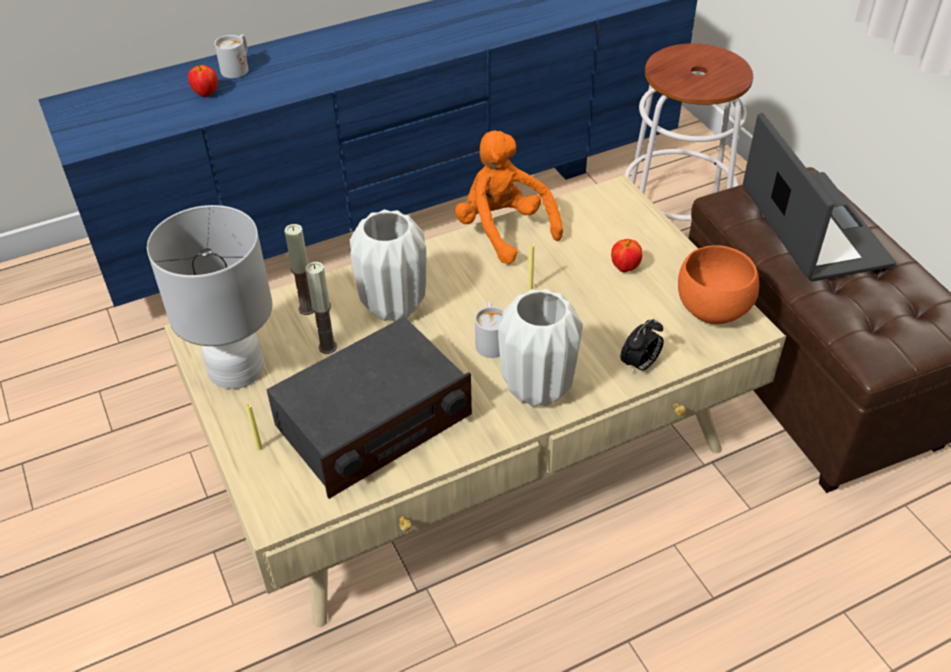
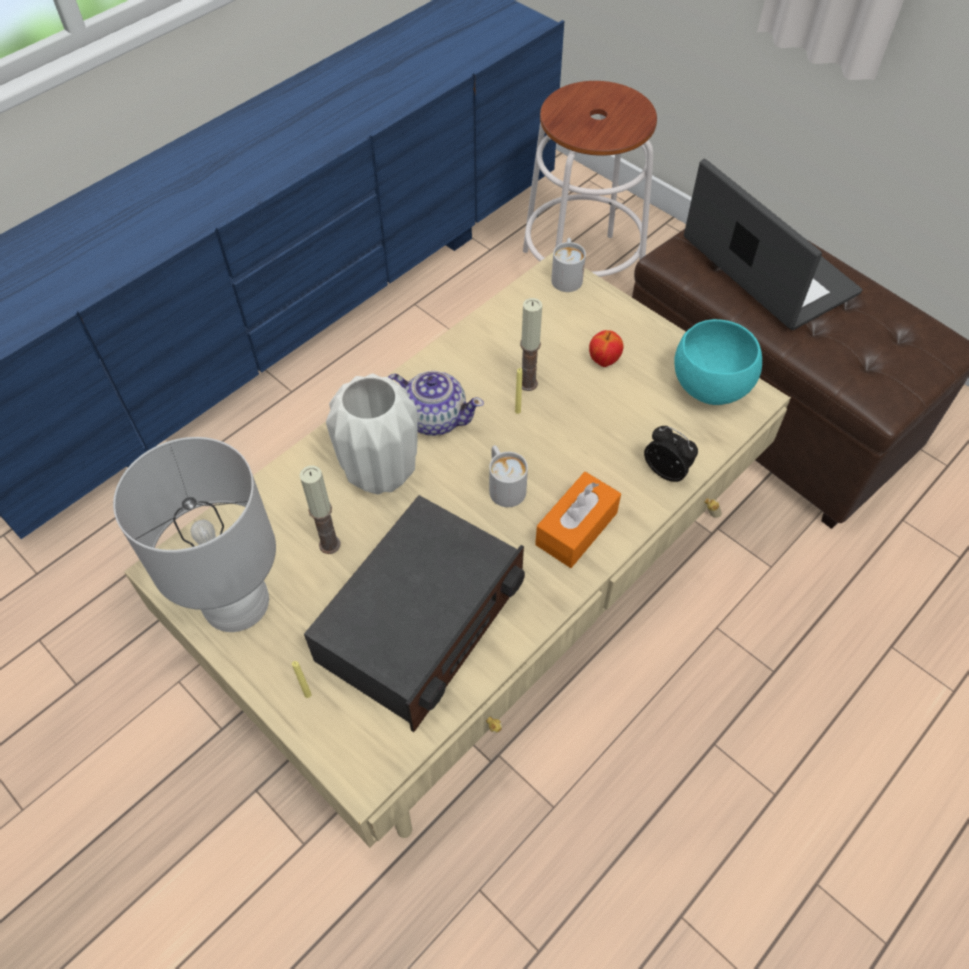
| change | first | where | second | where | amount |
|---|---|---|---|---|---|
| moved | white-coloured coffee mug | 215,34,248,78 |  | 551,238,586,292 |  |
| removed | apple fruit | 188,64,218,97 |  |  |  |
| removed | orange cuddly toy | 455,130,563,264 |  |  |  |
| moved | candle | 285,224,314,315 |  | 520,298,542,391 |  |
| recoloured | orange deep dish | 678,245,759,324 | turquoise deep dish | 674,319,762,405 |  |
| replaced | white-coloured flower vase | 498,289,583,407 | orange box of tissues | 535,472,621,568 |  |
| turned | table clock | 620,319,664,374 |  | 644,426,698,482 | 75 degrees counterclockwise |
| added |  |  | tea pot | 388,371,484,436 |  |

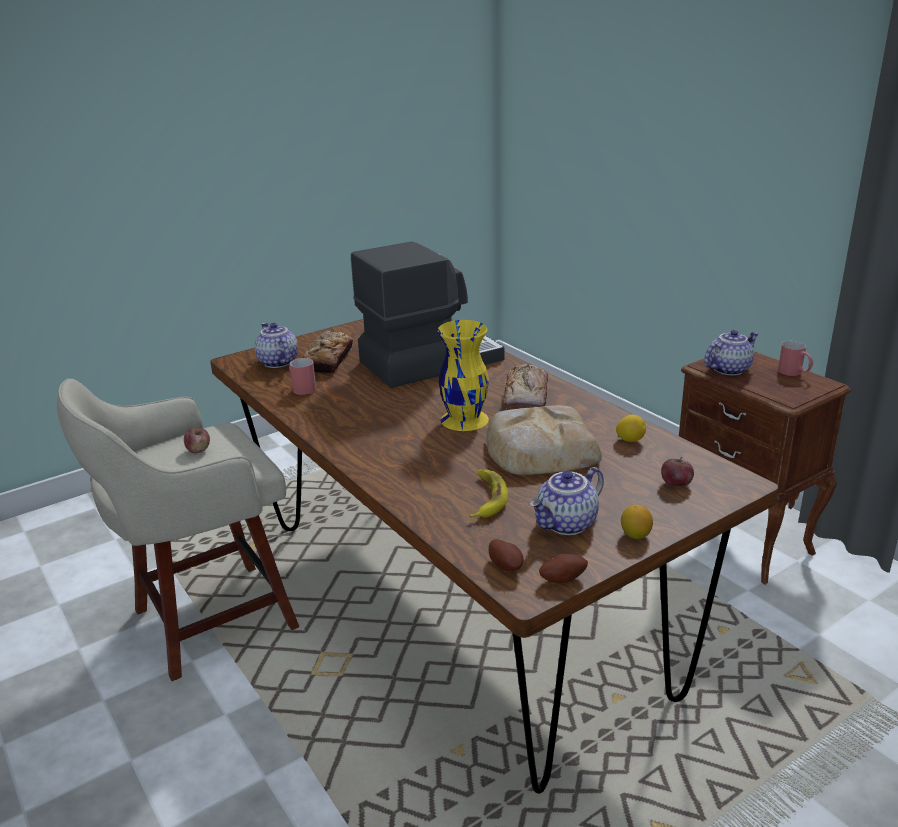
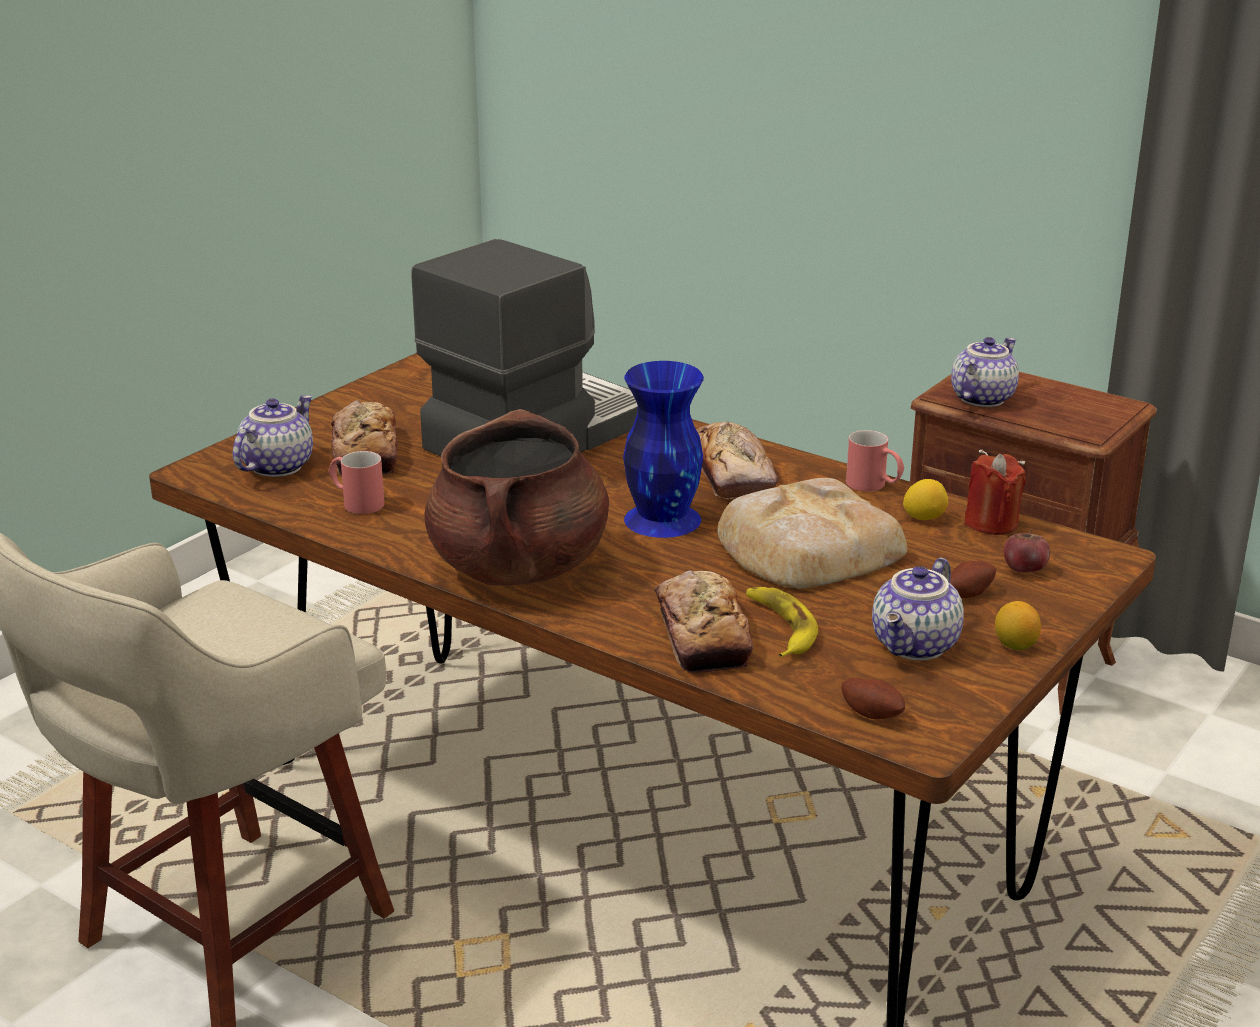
| change | first | where | second | where | amount |
|---|---|---|---|---|---|
| recoloured | yellow flower vase | 437,320,489,431 | blue flower vase | 623,361,704,538 |  |
| turned | tea pot | 254,323,298,368 |  | 232,395,313,477 | 75 degrees clockwise |
| moved | reddish coffee mug | 778,341,813,376 |  | 846,430,904,492 |  |
| removed | apple fruit | 184,427,210,453 |  |  |  |
| moved | potato | 539,554,588,583 |  | 950,561,996,598 |  |
| added |  |  | brown stockpot | 424,409,609,585 |  |
| added |  |  | reddish candle | 964,454,1026,535 |  |
| added |  |  | bakery bread | 654,570,754,673 |  |

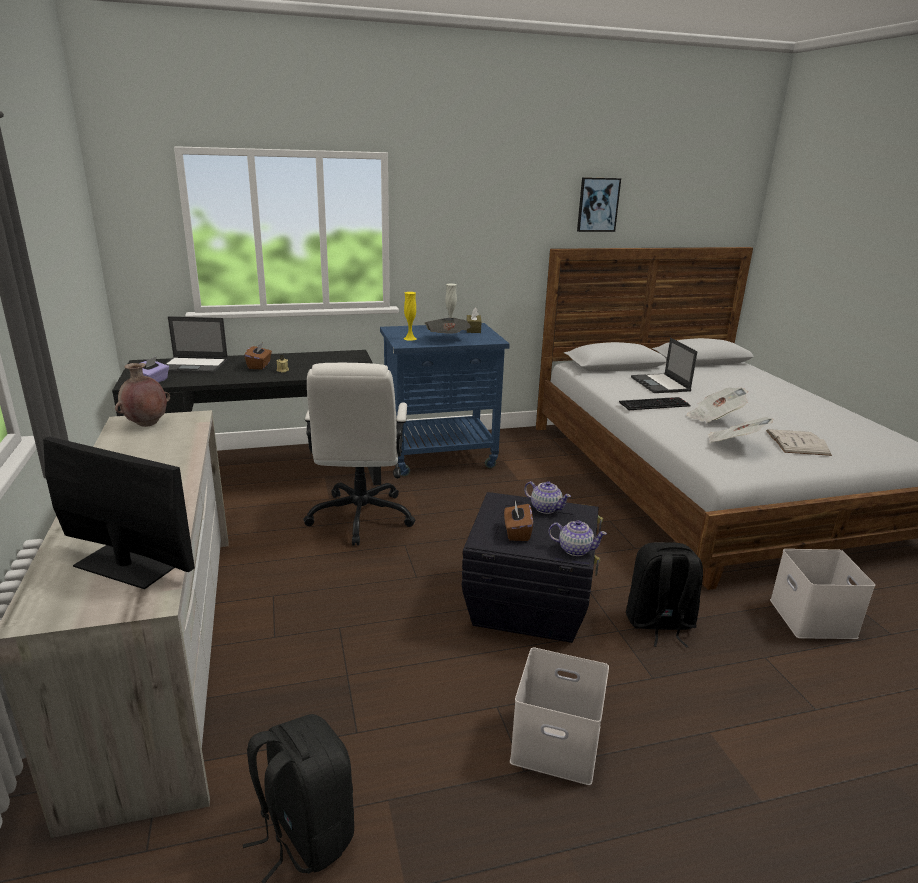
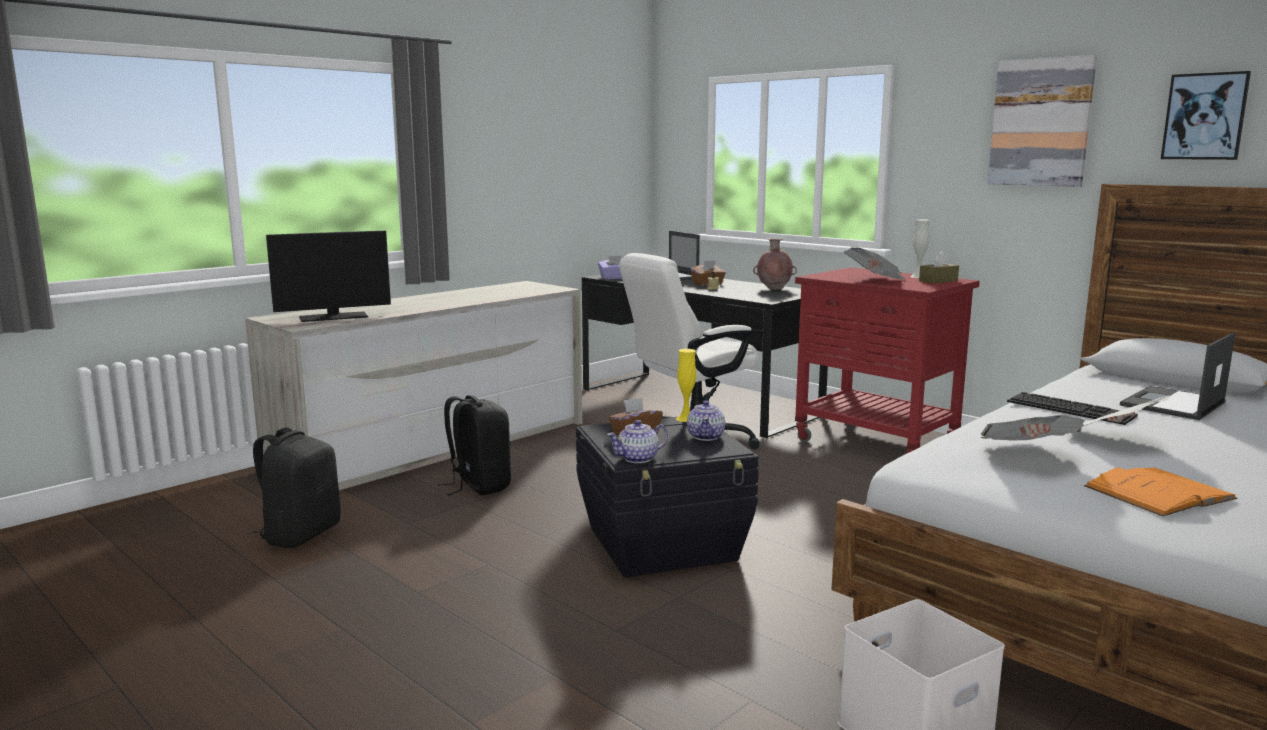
| change | first | where | second | where | amount |
|---|---|---|---|---|---|
| moved | yellow flower vase | 404,292,416,341 |  | 676,349,696,422 |  |
| recoloured | blue trolley | 380,323,510,476 | reddish trolley | 795,267,980,457 |  |
| moved | brown flower vase | 115,363,170,427 |  | 753,238,797,290 |  |
| recoloured | white-coloured book | 766,429,832,456 | orange book | 1084,468,1237,516 |  |
| turned | monitor | 43,436,195,589 |  | 266,231,391,322 | 75 degrees clockwise |
| turned | tea pot | 548,520,607,556 |  | 607,420,668,463 | 75 degrees clockwise |
| moved | black-coloured knapsack | 626,542,703,648 |  | 438,395,511,495 |  |
| removed | white-coloured storage bin | 510,647,609,785 |  |  |  |
| added |  |  | wall picture | 987,55,1097,187 |  |

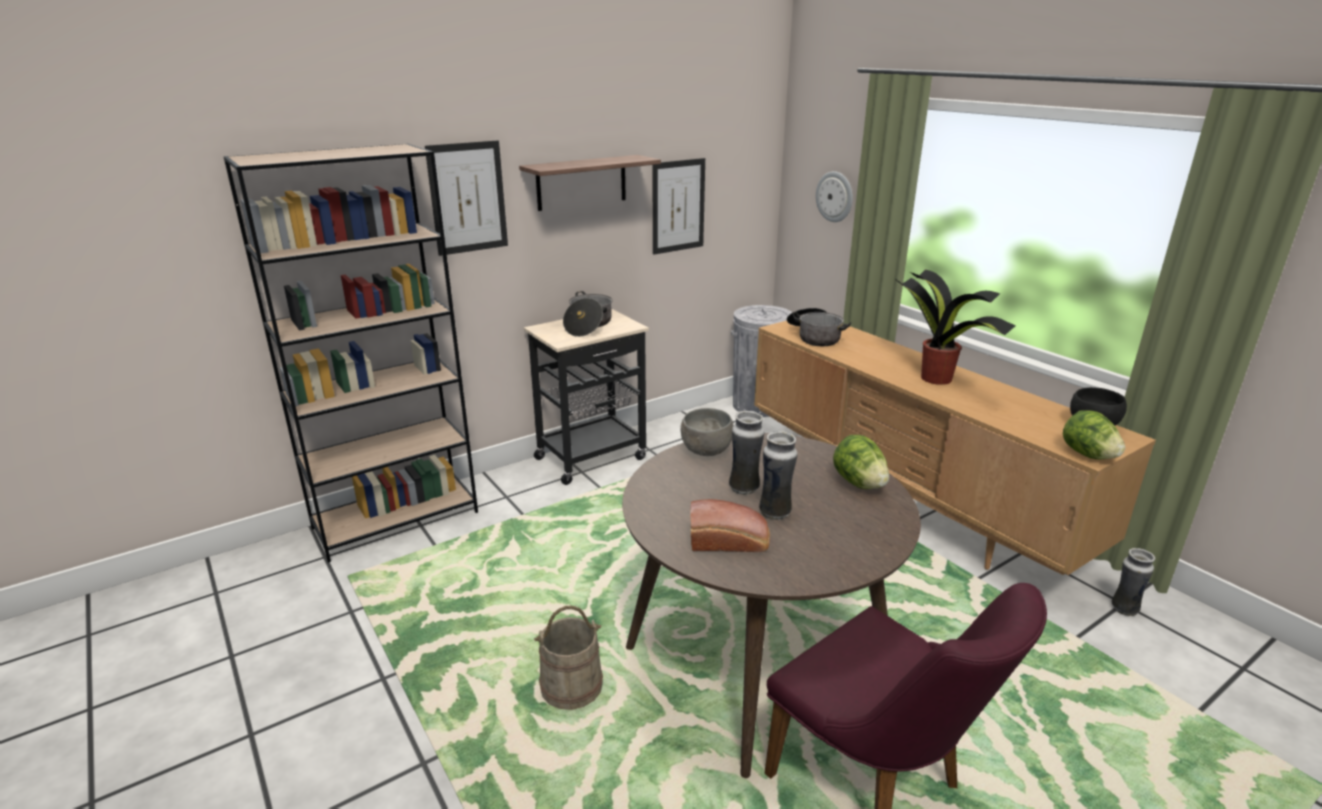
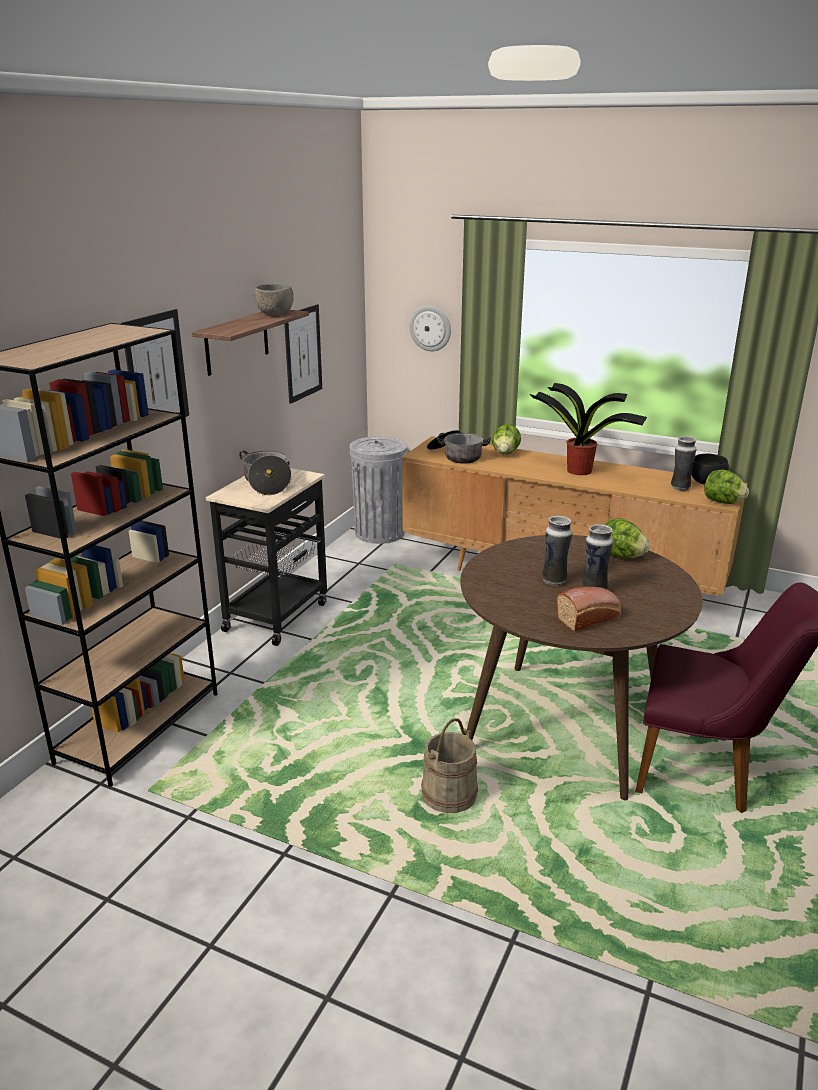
| change | first | where | second | where | amount |
|---|---|---|---|---|---|
| moved | gray deep dish | 681,408,734,456 |  | 254,284,294,316 |  |
| moved | flower vase | 1111,548,1155,616 |  | 671,436,696,491 |  |
| added |  |  | head of lettuce | 492,424,521,455 |  |

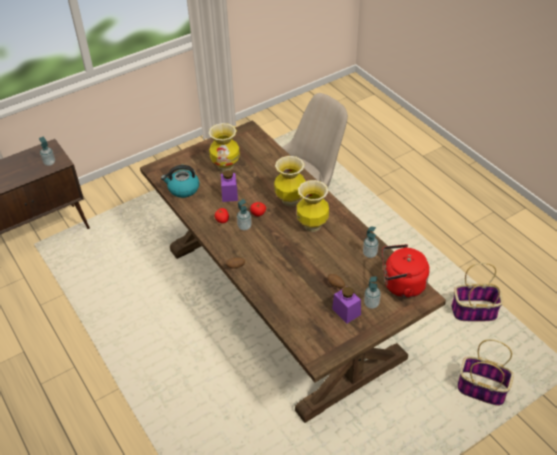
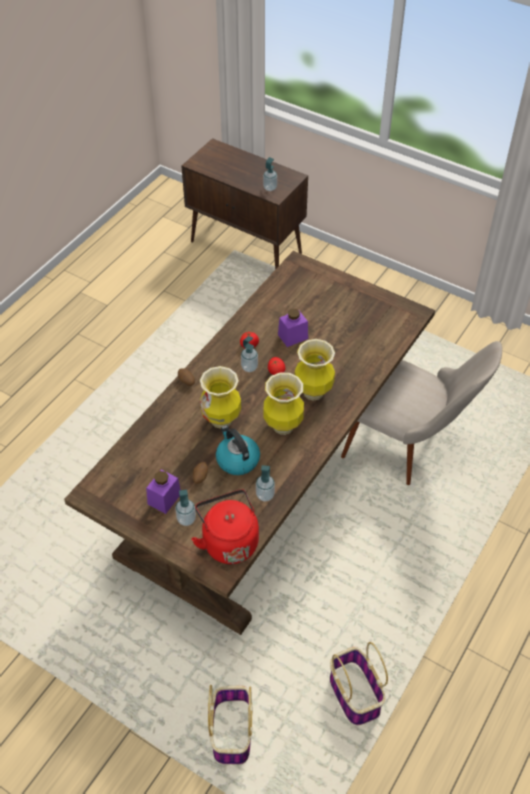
| change | first | where | second | where | amount |
|---|---|---|---|---|---|
| moved | flower vase | 209,123,240,172 |  | 200,366,241,429 |  |
| moved | tea kettle | 161,165,199,198 |  | 216,425,260,475 |  |

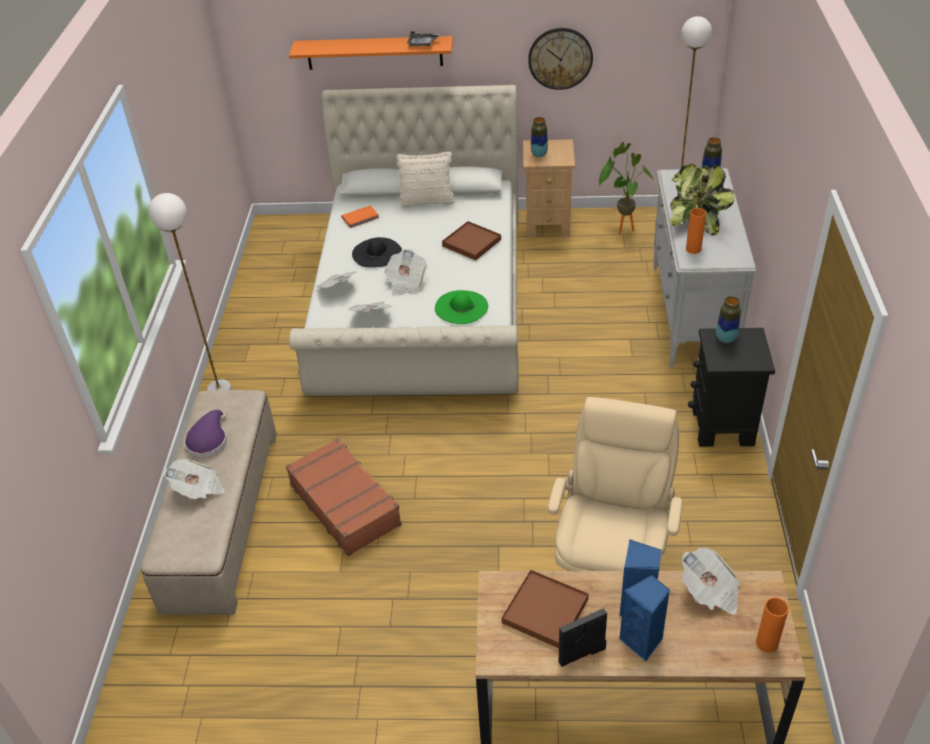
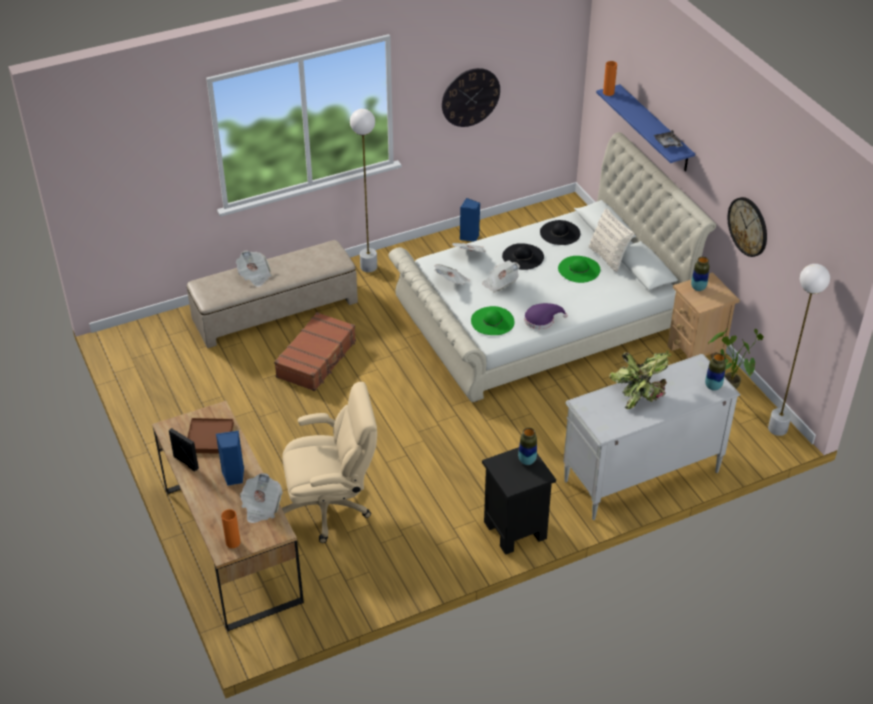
| change | first | where | second | where | amount |
|---|---|---|---|---|---|
| recoloured | orange bracket shelf | 289,36,453,70 | blue bracket shelf | 596,84,695,172 |  |
| replaced | orange book | 341,205,379,228 | black-coloured wearable hat | 540,220,580,245 |  |
| moved | orange flower vase | 686,208,706,254 |  | 603,61,617,96 |  |
| removed | brown carrying tray | 442,221,501,260 |  |  |  |
| moved | purple wearable hat | 185,410,227,458 |  | 524,303,568,329 |  |
| moved | blue loudspeaker | 619,575,670,661 |  | 460,198,480,242 |  |
| added |  |  | clock on the wall | 442,68,500,127 |  |
| added |  |  | green-coloured wearable hat | 558,256,600,283 |  |

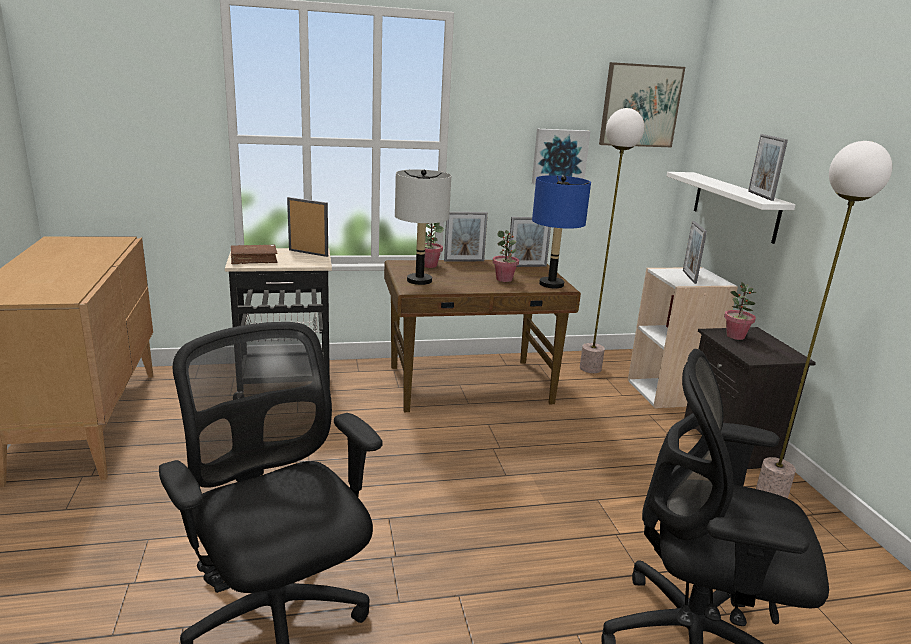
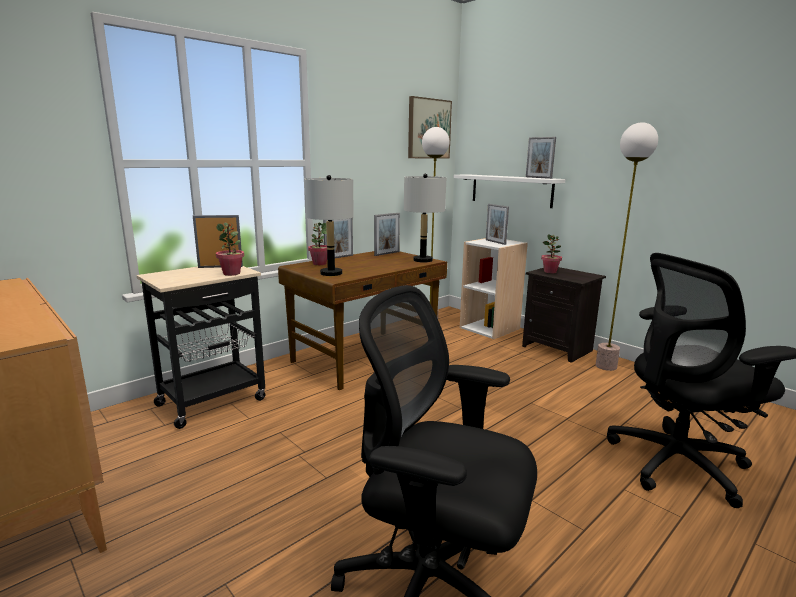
| change | first | where | second | where | amount |
|---|---|---|---|---|---|
| removed | wall picture | 532,129,591,185 |  |  |  |
| recoloured | blue table lamp | 532,175,591,288 | gray table lamp | 404,174,446,262 |  |
| moved | houseplant | 492,230,519,282 |  | 216,222,244,276 |  |
| removed | brown book | 231,244,278,264 |  |  |  |

